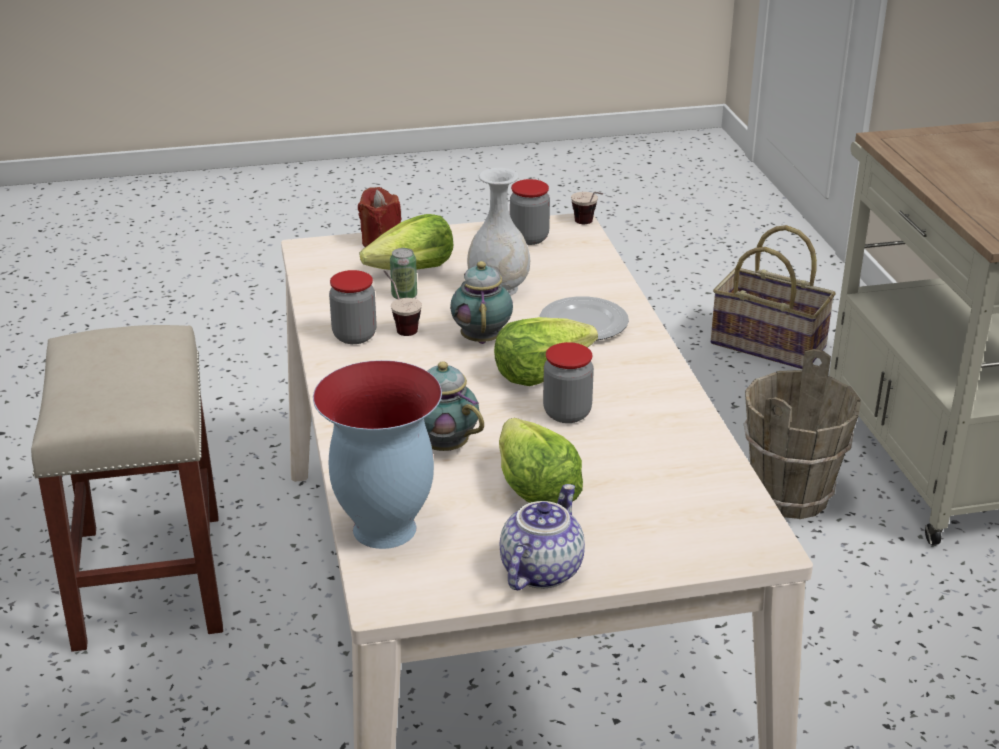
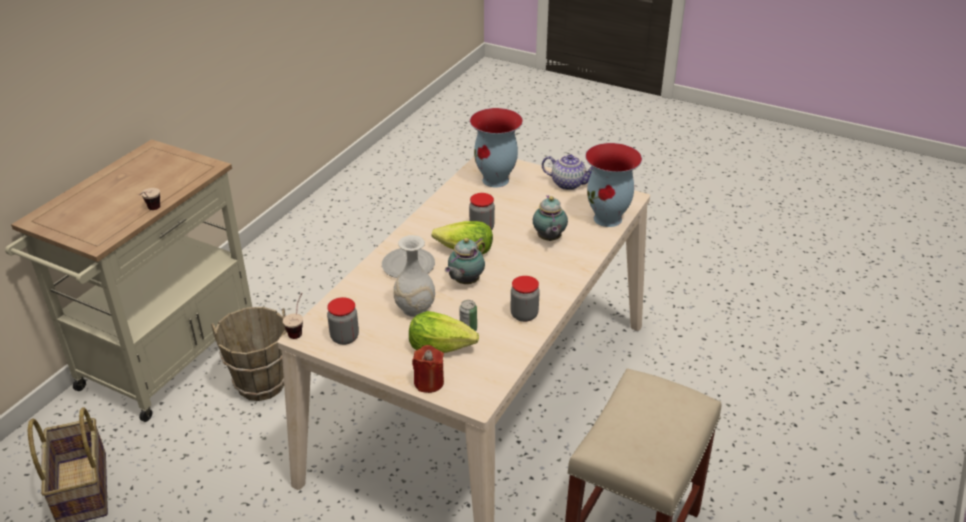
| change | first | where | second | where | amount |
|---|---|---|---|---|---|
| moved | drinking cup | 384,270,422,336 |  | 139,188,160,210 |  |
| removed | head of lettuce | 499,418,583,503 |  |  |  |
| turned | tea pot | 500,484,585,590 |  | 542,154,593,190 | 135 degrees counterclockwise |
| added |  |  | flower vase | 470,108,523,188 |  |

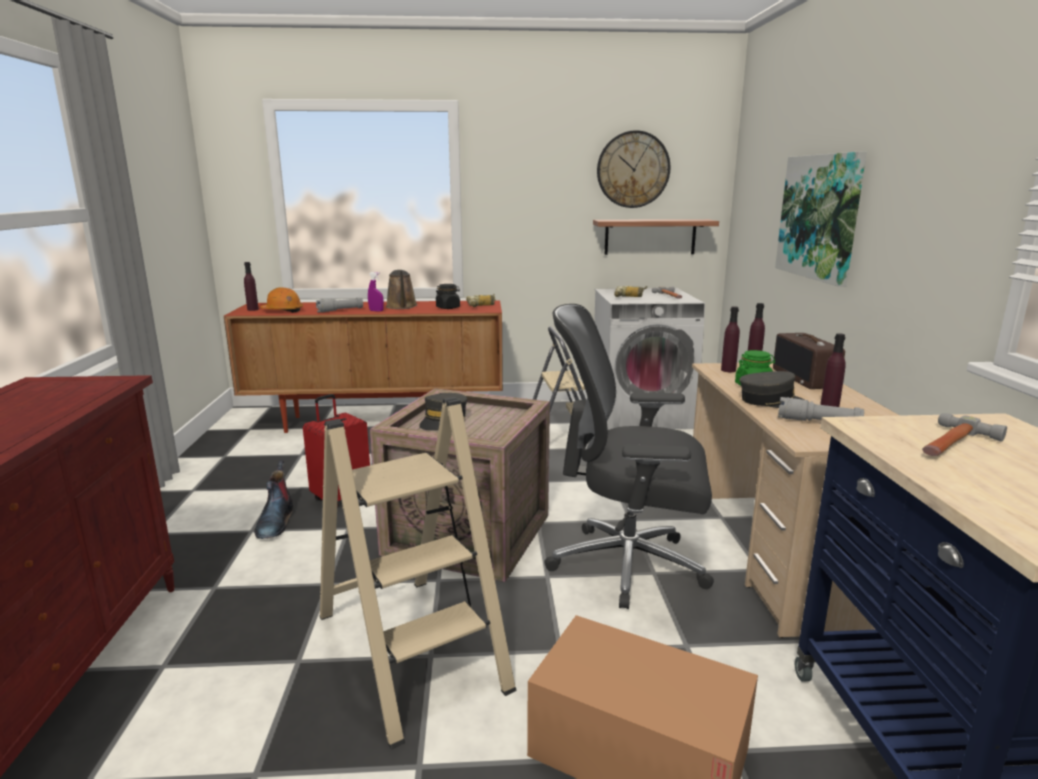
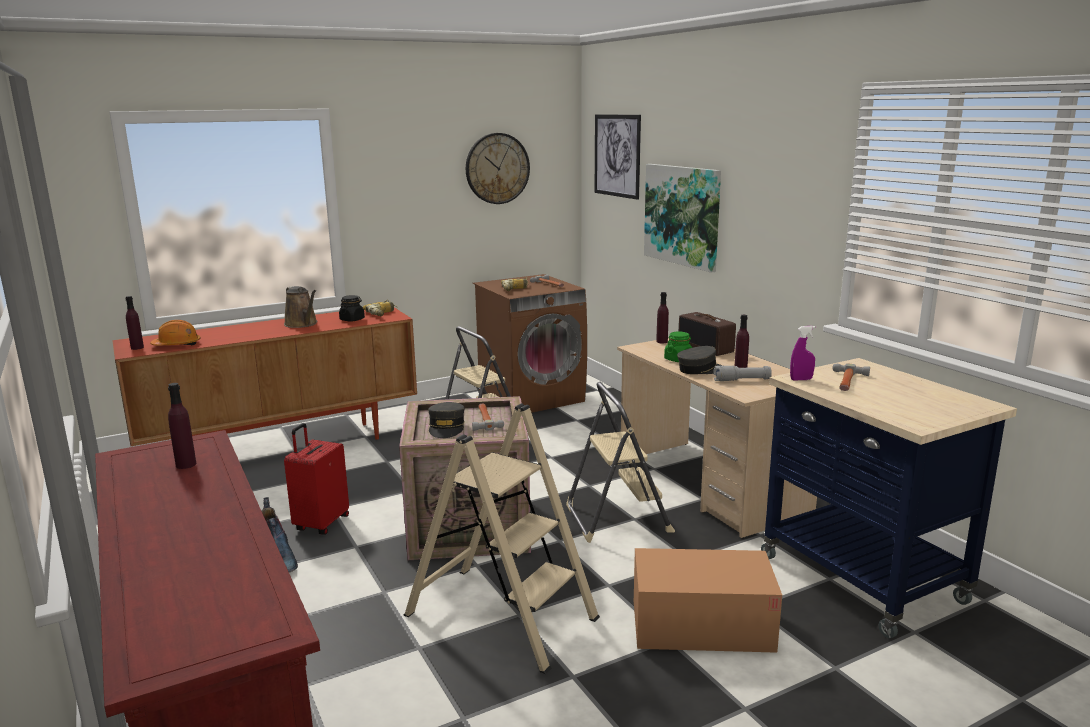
| change | first | where | second | where | amount |
|---|---|---|---|---|---|
| removed | bracket shelf | 593,219,719,255 |  |  |  |
| moved | purple spray bottle | 368,272,384,312 |  | 790,326,815,380 |  |
| recoloured | white-coloured washing machine | 594,288,705,430 | brown washing machine | 473,274,587,413 |  |
| removed | gray torch | 316,297,363,312 |  |  |  |
| replaced | desk chair | 544,304,714,609 | sand-coloured step ladder | 566,382,675,543 |  |
| moved | purple drink bottle | 721,306,740,372 |  | 168,383,196,469 |  |
| added |  |  | wall picture | 595,114,641,200 |  |
| added |  |  | hammer | 472,404,504,431 |  |

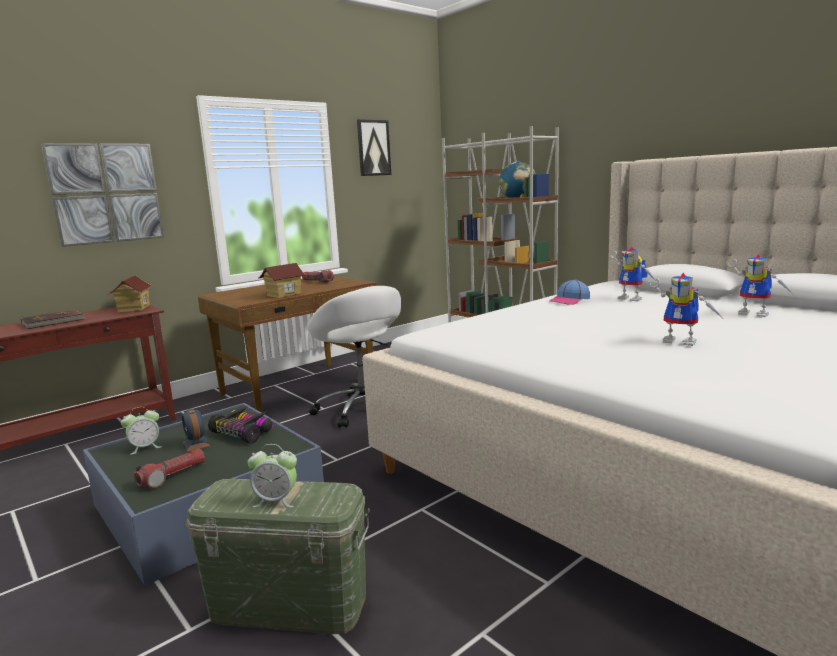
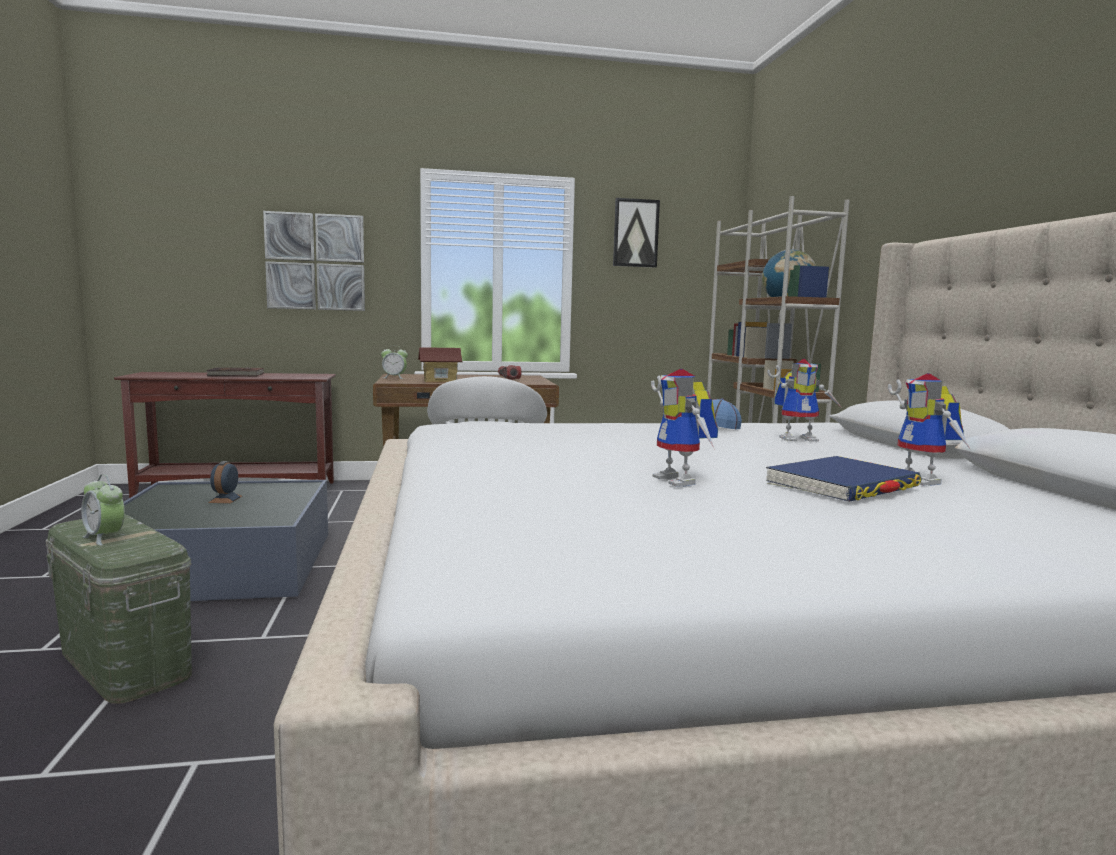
| change | first | where | second | where | amount |
|---|---|---|---|---|---|
| turned | toy robot | 610,247,657,301 |  | 767,358,842,442 | 90 degrees counterclockwise |
| removed | miniature house | 107,275,153,312 |  |  |  |
| moved | table clock | 121,407,162,455 |  | 381,345,408,379 |  |
| removed | toy car | 208,407,273,444 |  |  |  |
| removed | torch | 134,449,205,488 |  |  |  |
| added |  |  | blue book | 766,456,922,502 |  |

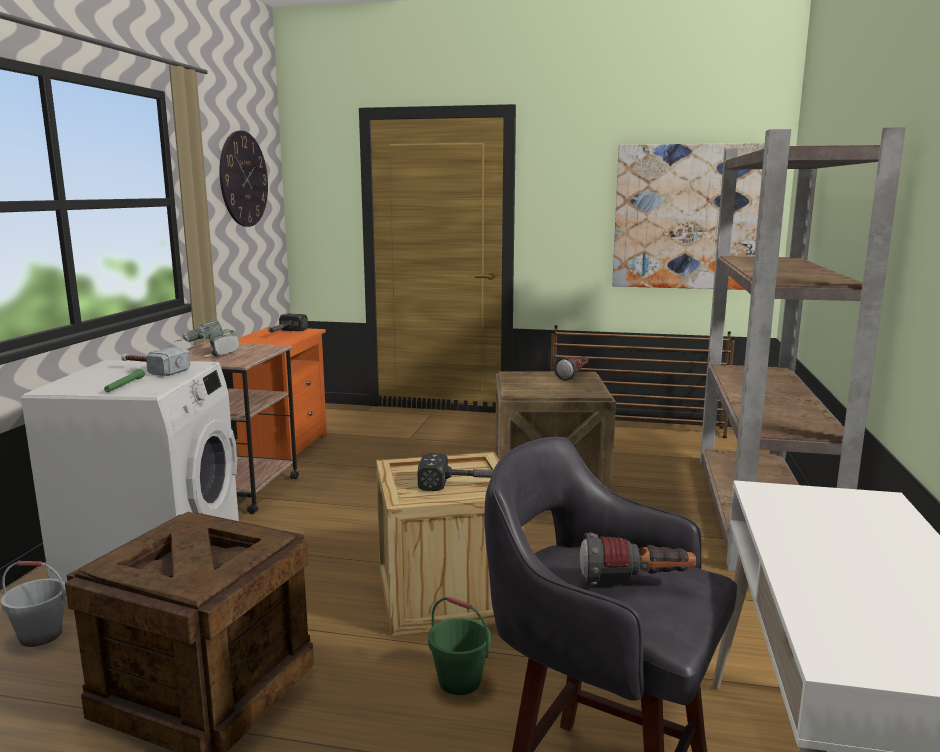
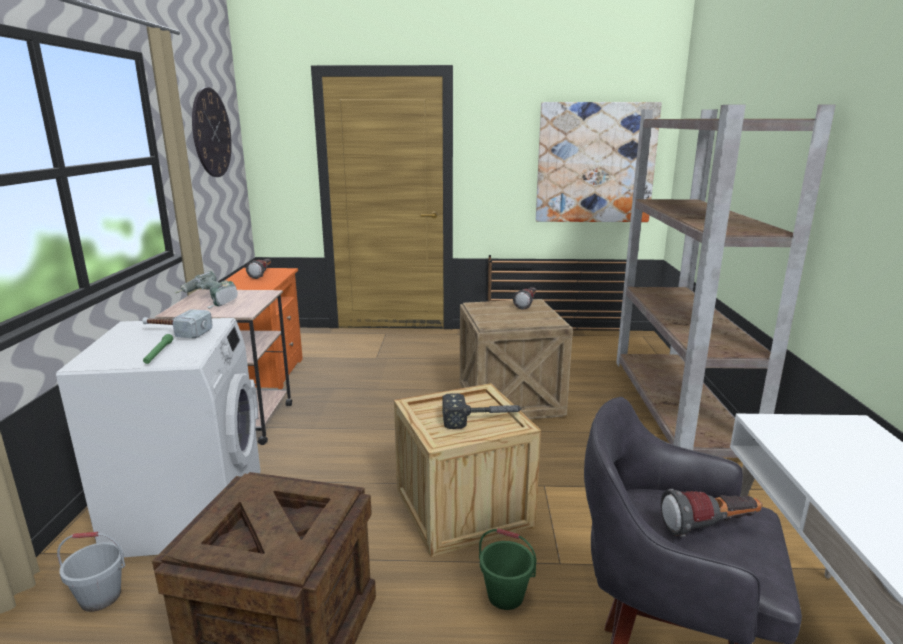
| change | first | where | second | where | amount |
|---|---|---|---|---|---|
| replaced | hammer | 268,314,308,332 | torch | 246,259,271,279 |  |

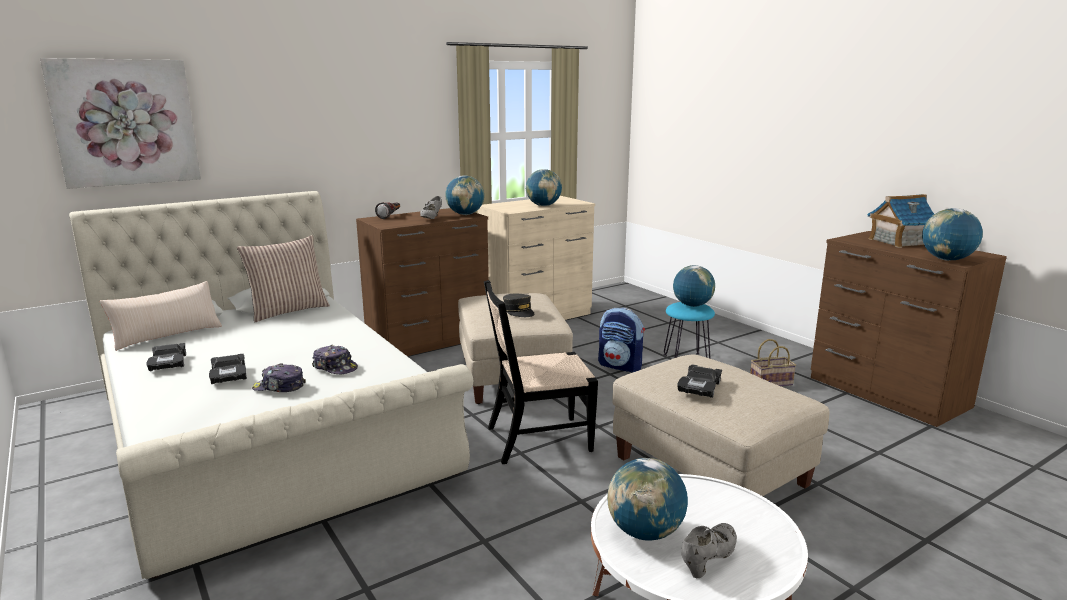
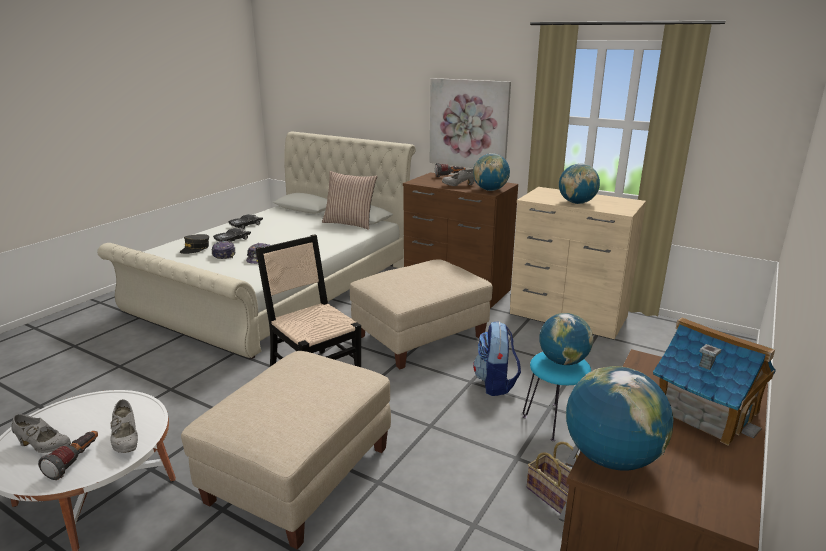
| change | first | where | second | where | amount |
|---|---|---|---|---|---|
| moved | wall picture | 40,58,201,189 |  | 430,78,511,168 |  |
| removed | sand-coloured cushion | 100,281,222,351 |  |  |  |
| moved | gray peaked cap | 503,294,535,317 |  | 180,234,209,254 |  |
| removed | black-coloured toy car | 677,364,722,398 |  |  |  |
| removed | desk globe | 607,458,688,541 |  |  |  |
| added |  |  | gray shoe | 110,399,138,453 |  |
| added |  |  | torch | 38,431,98,480 |  |

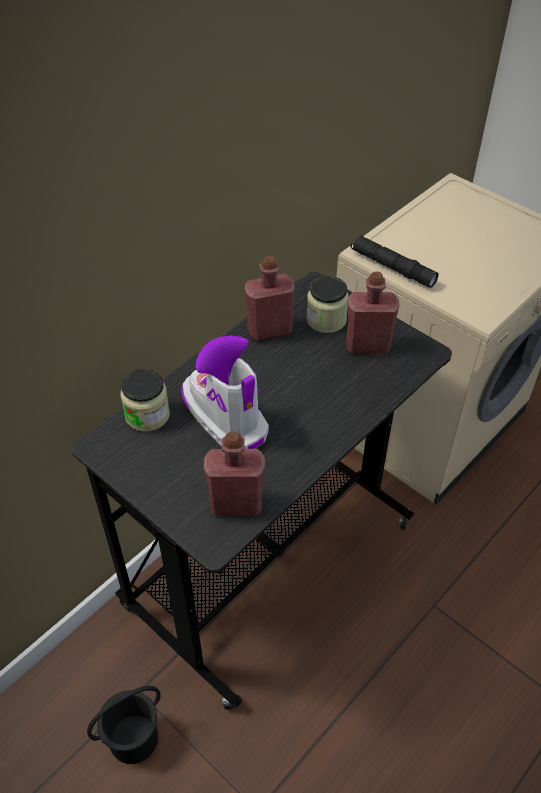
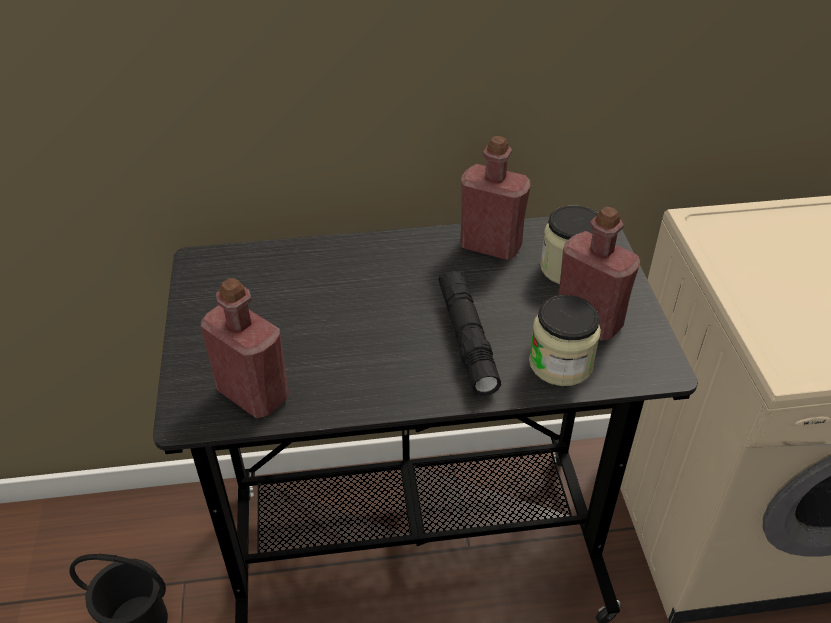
| change | first | where | second | where | amount |
|---|---|---|---|---|---|
| moved | black-coloured torch | 350,236,439,288 |  | 438,271,501,396 |  |
| removed | high-top boot | 181,336,269,449 |  |  |  |
| moved | jar | 121,369,170,432 |  | 529,295,601,386 |  |

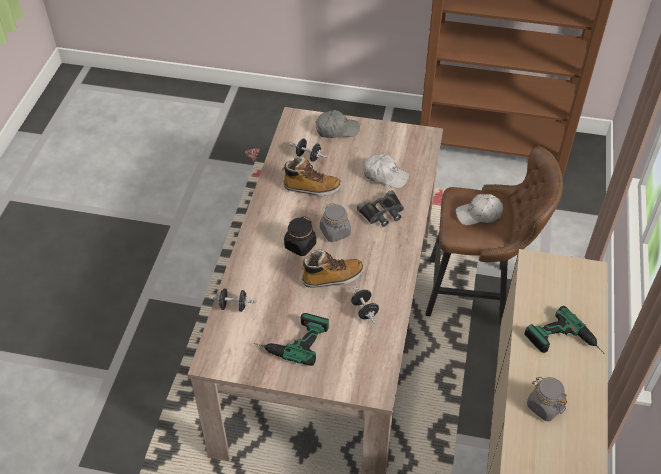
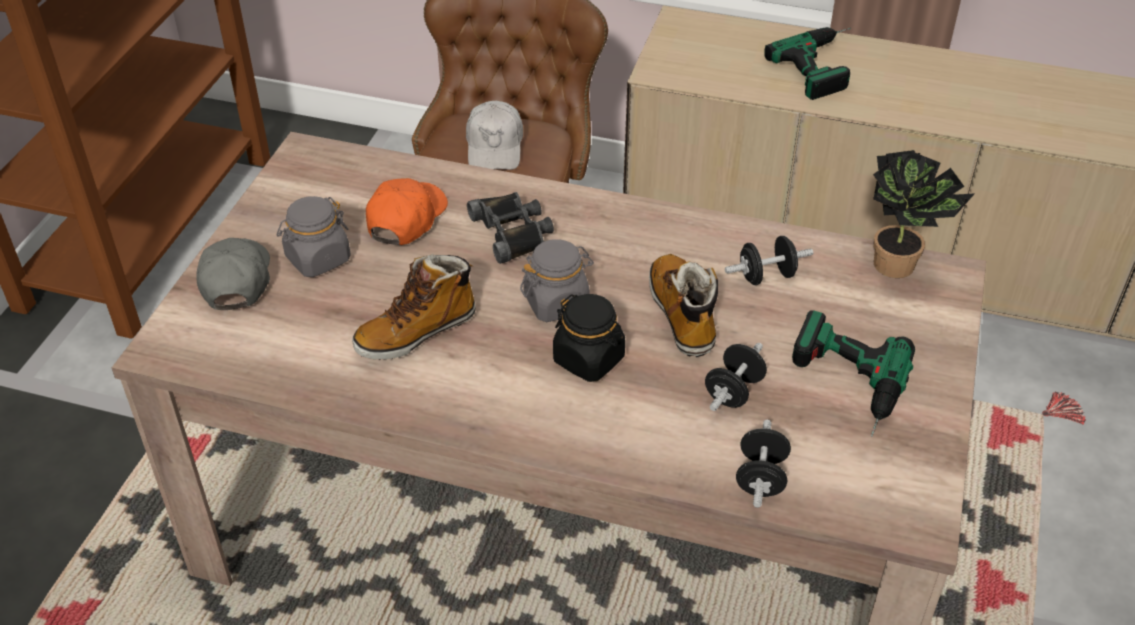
| change | first | where | second | where | amount |
|---|---|---|---|---|---|
| moved | black-coloured dumbbell | 290,139,327,162 |  | 705,343,767,411 |  |
| recoloured | white-coloured peaked cap | 364,154,409,188 | orange peaked cap | 366,178,448,245 |  |
| turned | high-top boot | 282,157,341,196 |  | 352,254,476,359 | 135 degrees counterclockwise |
| moved | gray jar | 527,377,567,421 |  | 277,196,351,277 |  |
| added |  |  | houseplant | 873,150,975,278 |  |

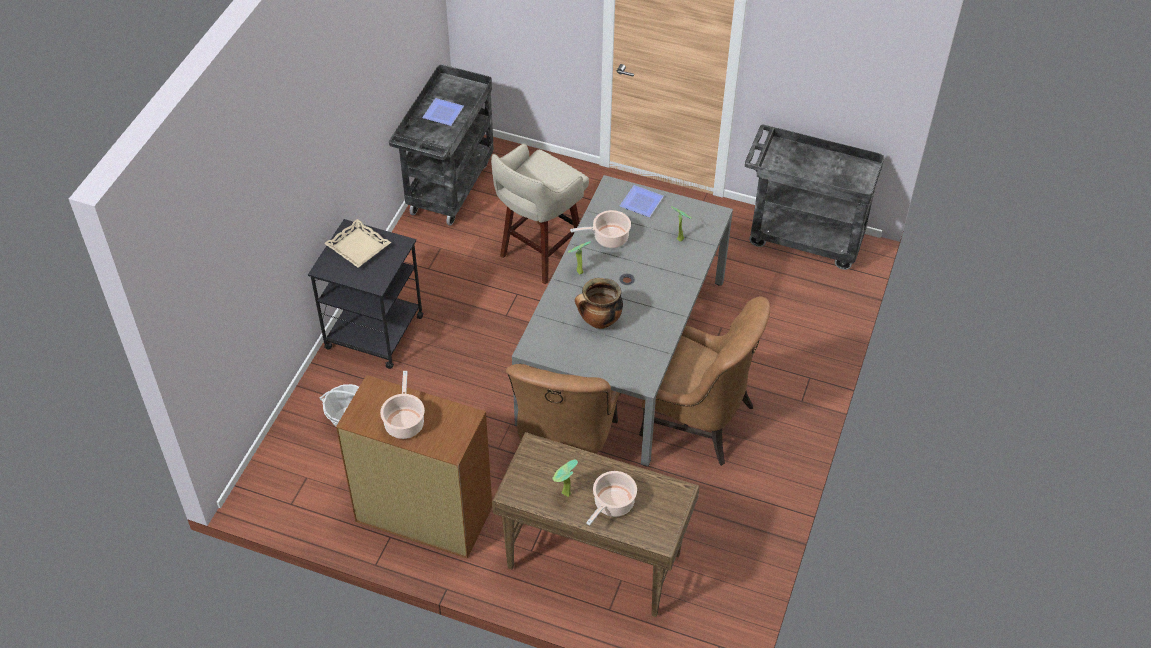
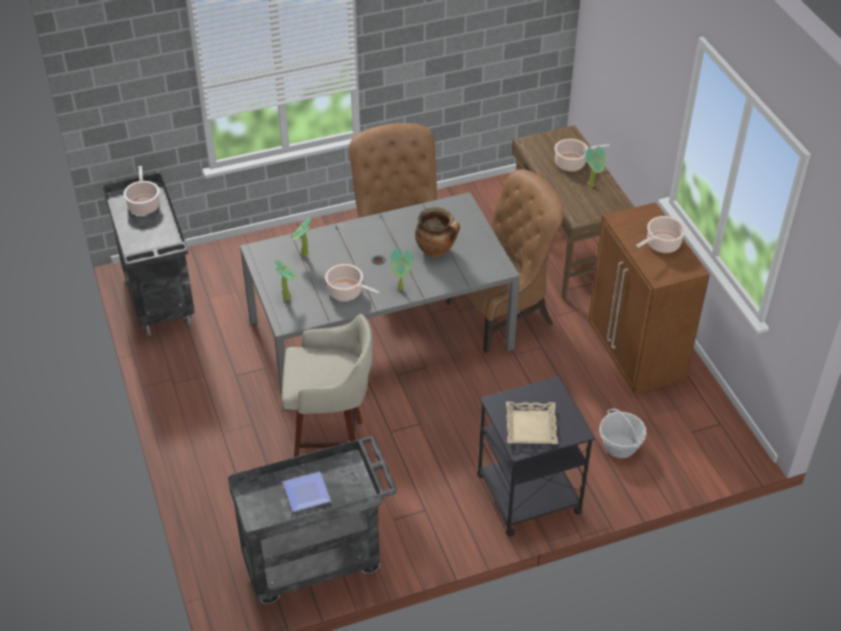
| change | first | where | second | where | amount |
|---|---|---|---|---|---|
| replaced | plate | 620,185,664,217 | houseplant | 274,260,296,300 |  |
| added |  |  | stockpot | 123,166,160,215 |  |

